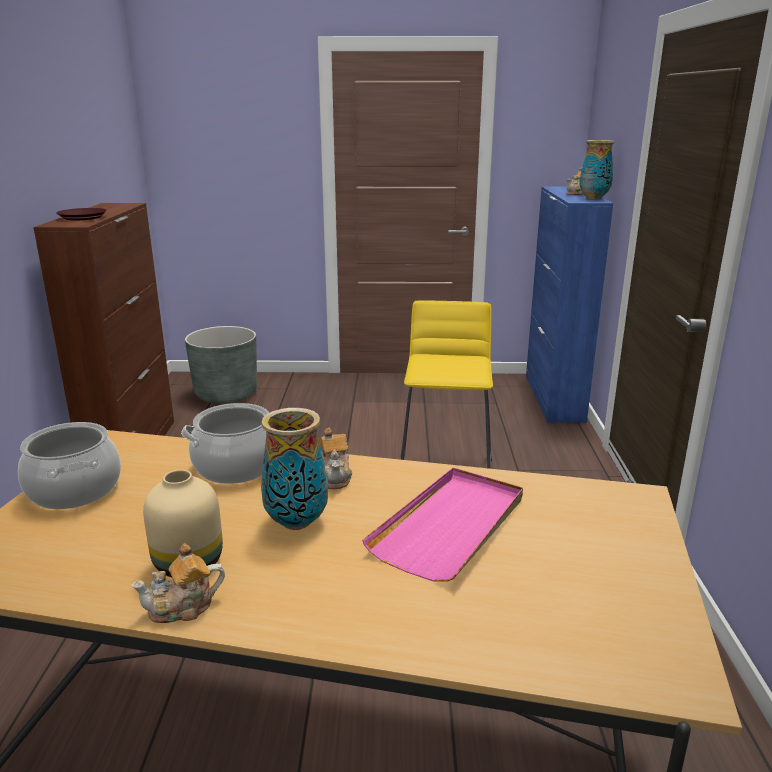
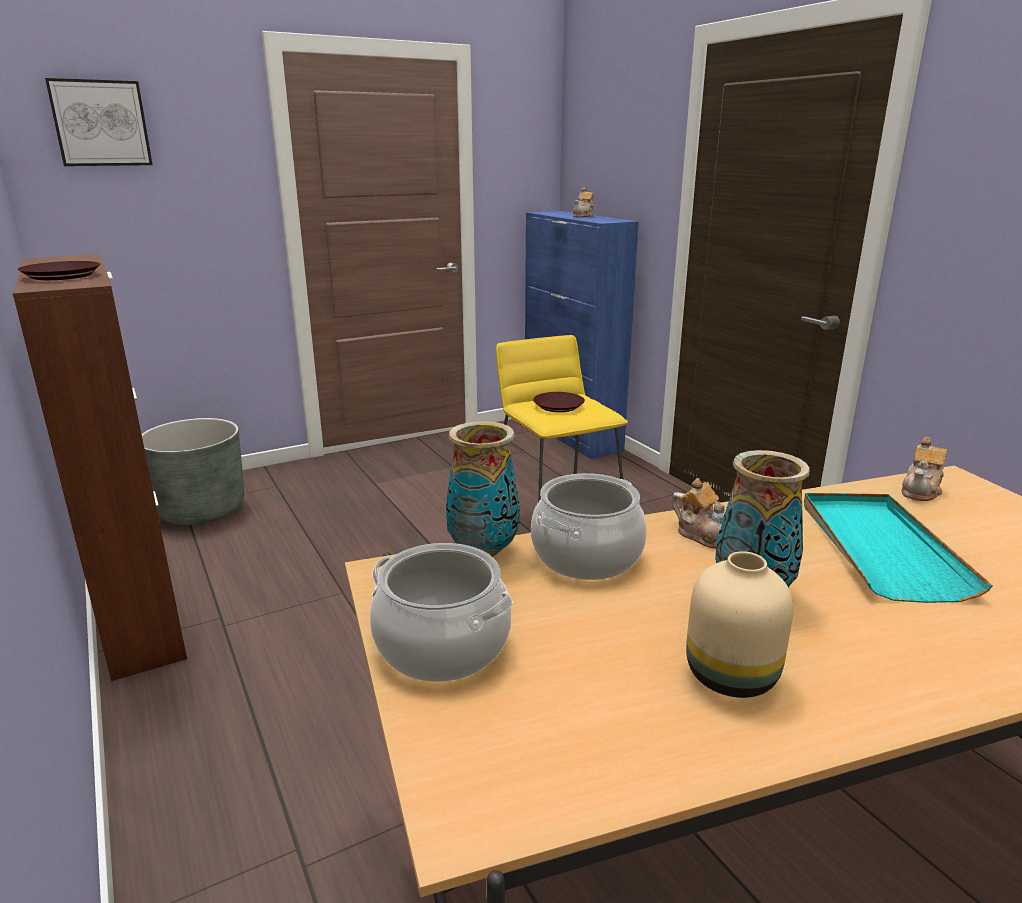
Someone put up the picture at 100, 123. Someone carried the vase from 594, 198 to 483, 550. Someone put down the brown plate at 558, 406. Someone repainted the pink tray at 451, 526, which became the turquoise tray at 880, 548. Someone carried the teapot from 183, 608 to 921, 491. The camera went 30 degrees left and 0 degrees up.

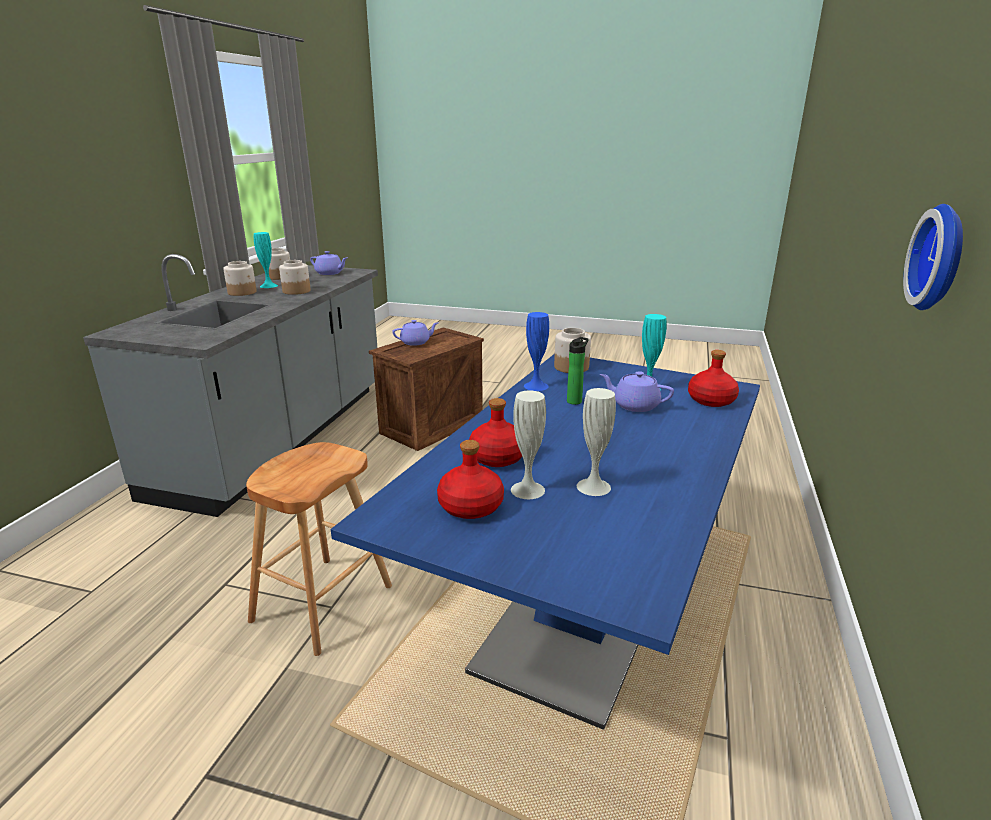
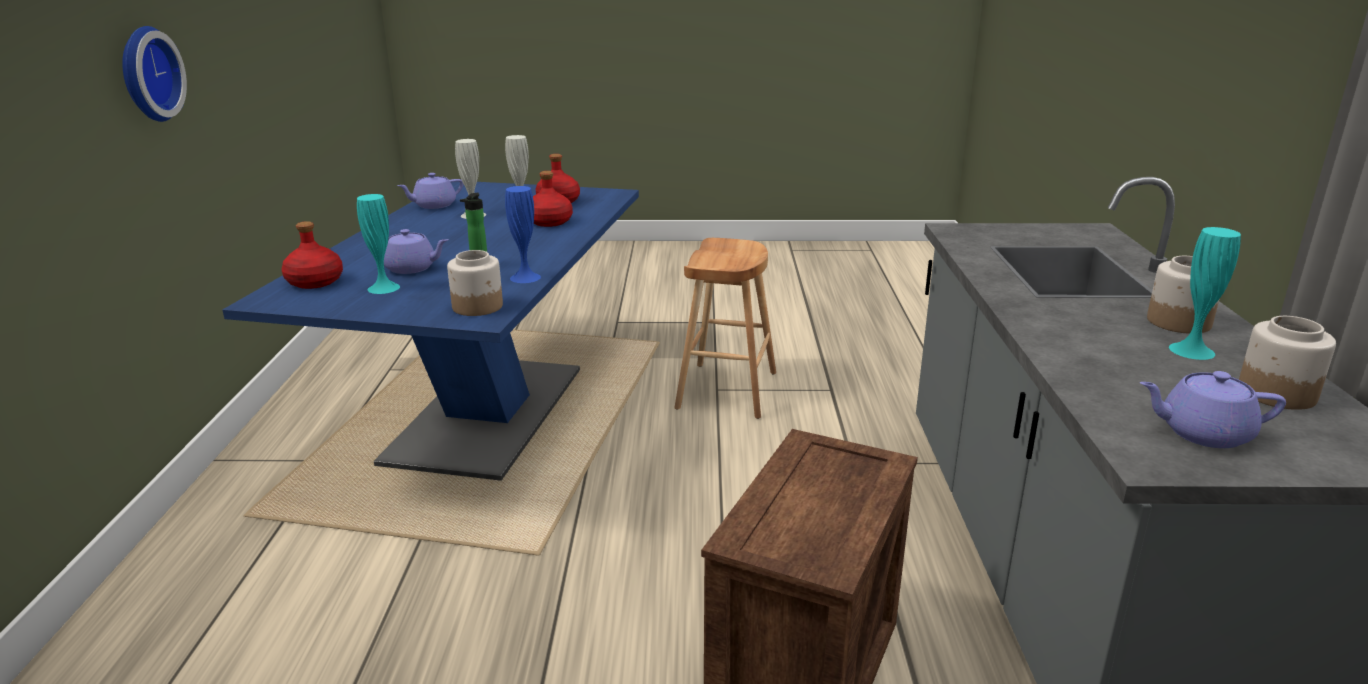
Someone carried the purple teapot from 416, 342 to 434, 205. Someone took away the jar at 296, 291. The camera went 165 degrees right and 0 degrees up.

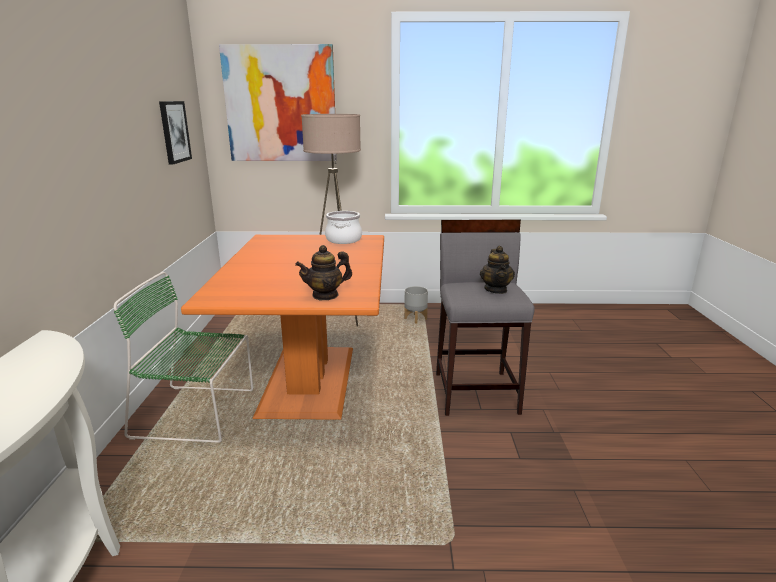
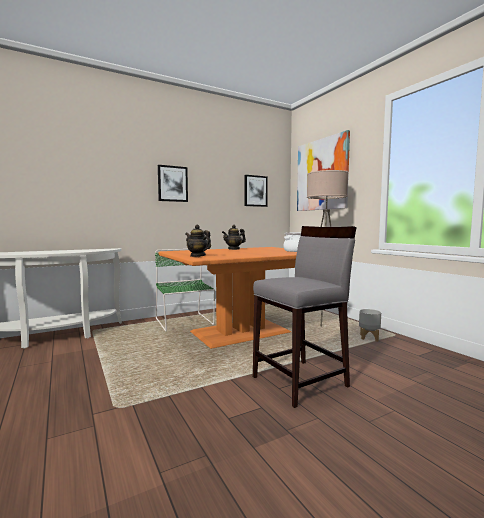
Someone put up the picture at 172, 184. Someone carried the teapot from 496, 290 to 234, 249. The camera went 60 degrees right and 15 degrees down.

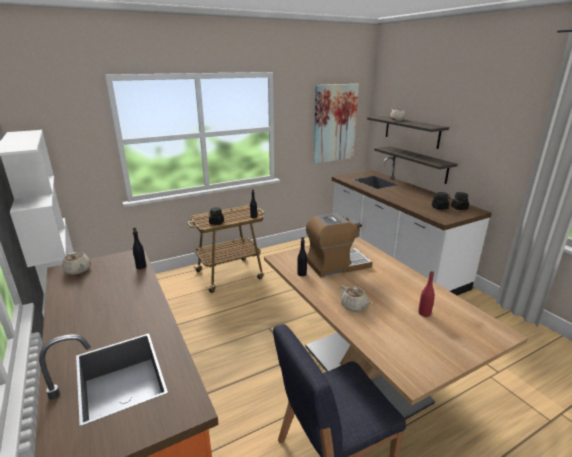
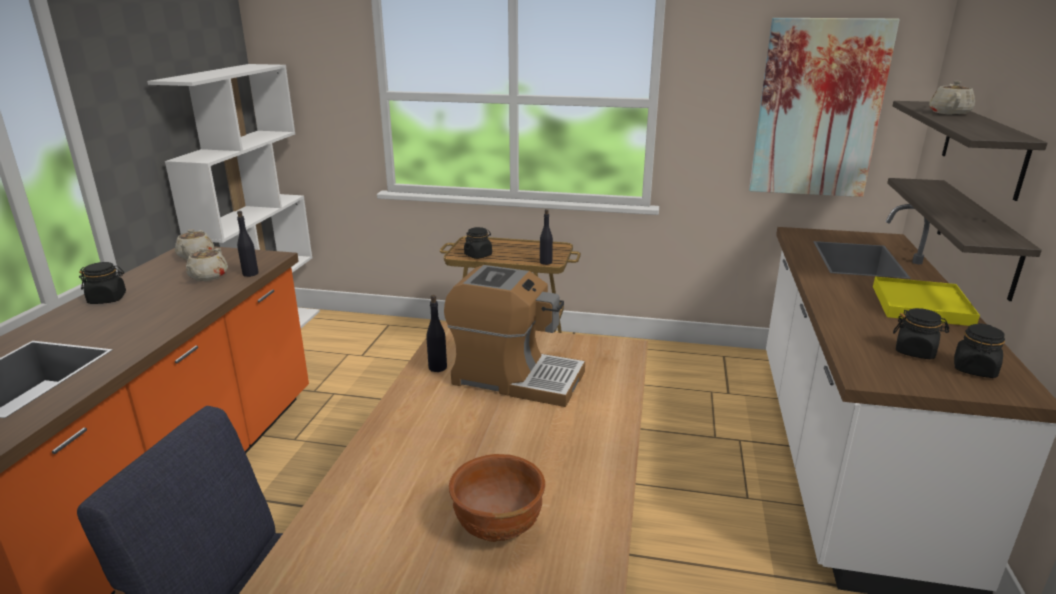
Someone put down the black jar at 108, 299. Someone carried the beige teapot from 354, 306 to 208, 276. Someone swapped the red bottle at 424, 313 for the brown bowl at 498, 526. Someone put down the yellow tray at 920, 305. The camera went 40 degrees right and 0 degrees up.

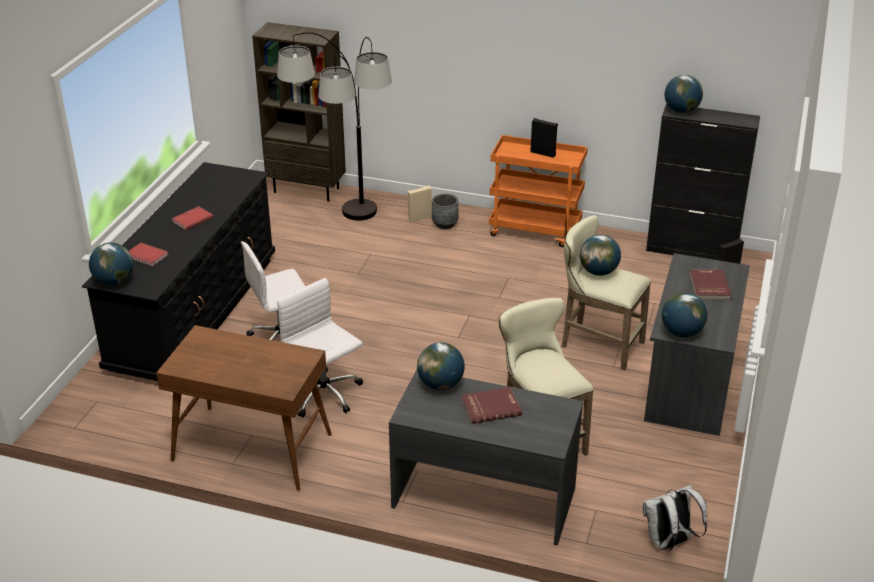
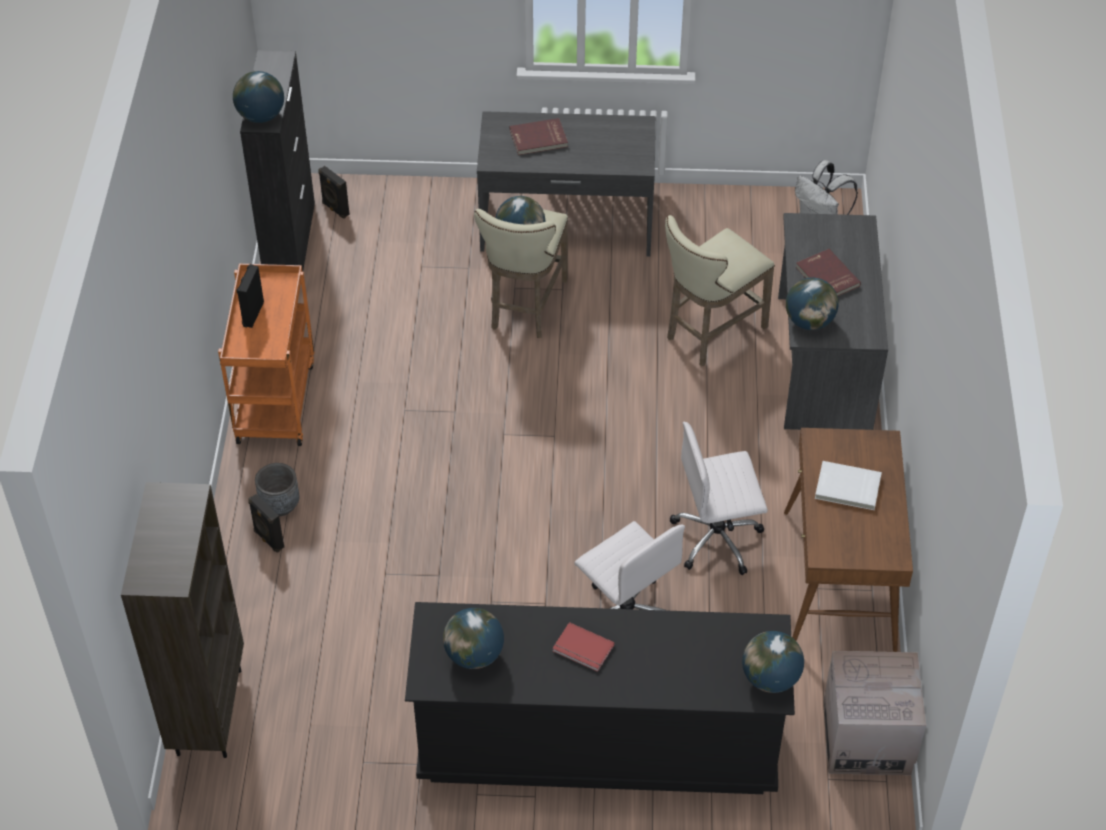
Someone repainted the beige speaker at 419, 218, which became the black speaker at 268, 539. Someone carried the globe from 682, 333 to 474, 655. Someone rotated the white office chair at 325, 395 by 45 degrees clockwise. Someone put down the white book at 847, 488. Someone put down the cardboard box at 867, 738. Someone took away the red book at 146, 256. Someone took away the floor lamp at 349, 234. The camera went 105 degrees left and 15 degrees up.

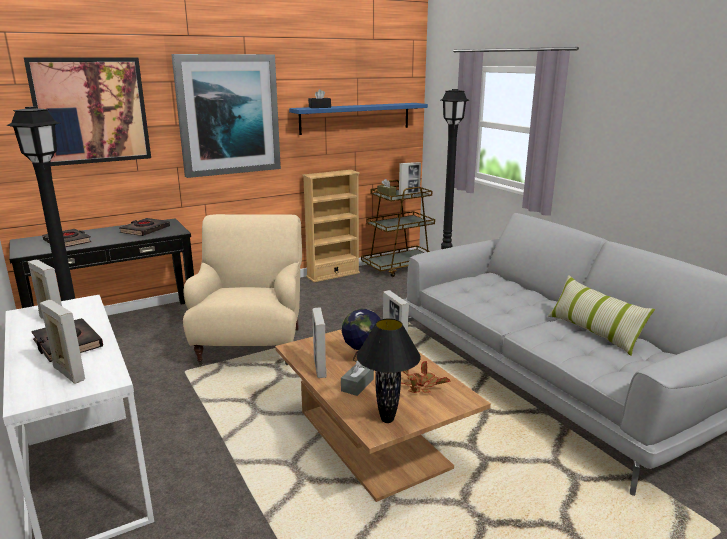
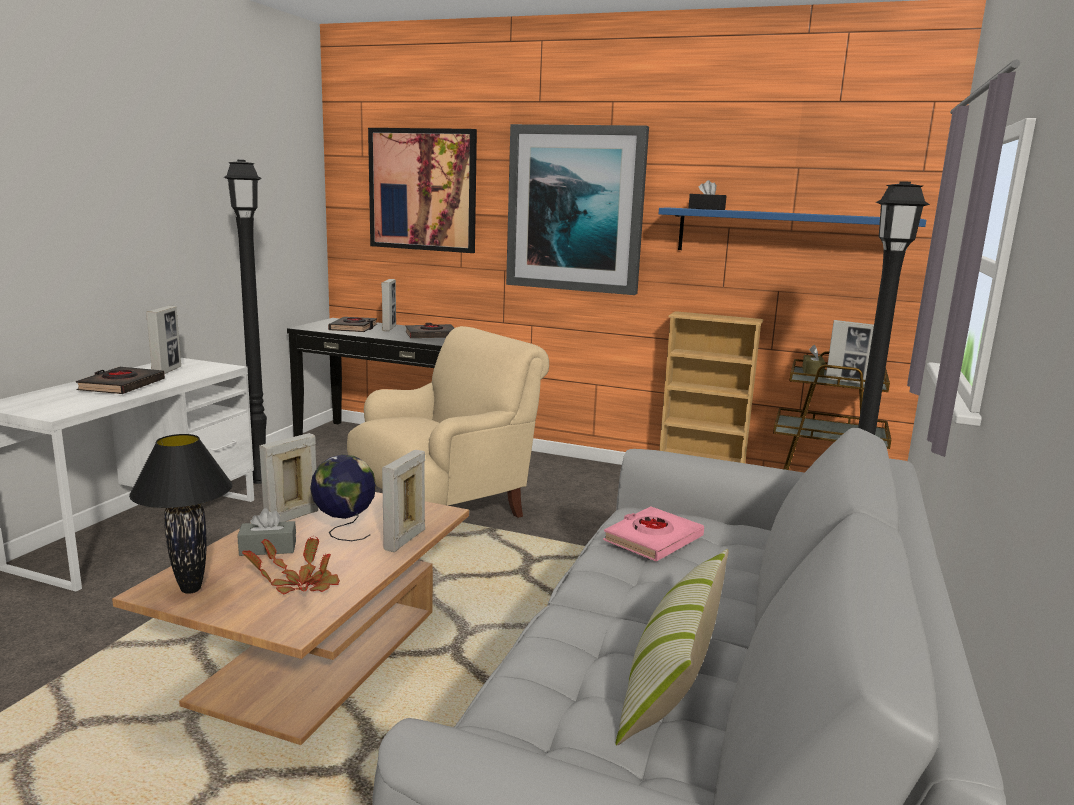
Someone carried the picture frame from 69, 373 to 389, 328. Someone put down the pink book at 652, 540. The camera went 50 degrees right and 5 degrees down.

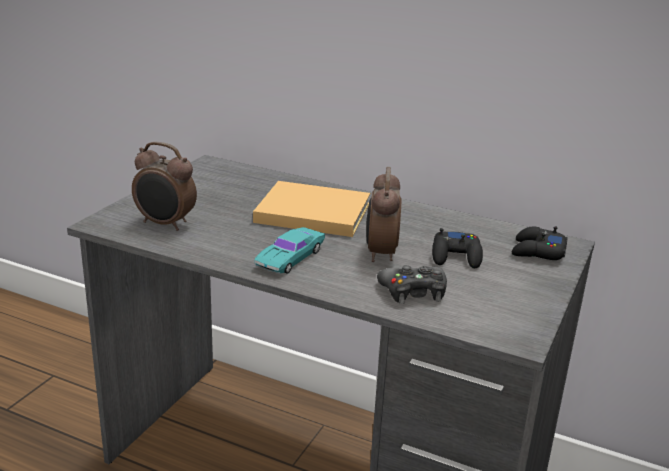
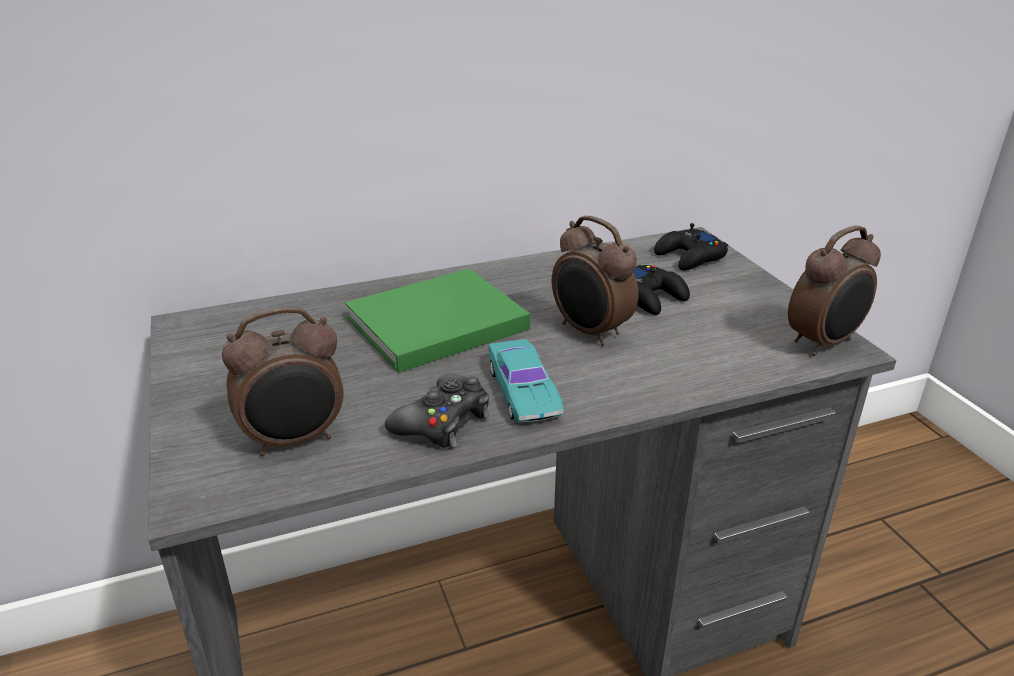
Someone repainted the beige book at 309, 212, which became the green book at 432, 325. Someone carried the black game controller from 413, 292 to 443, 422. Someone put down the alarm clock at 824, 343. The camera went 45 degrees left and 5 degrees up.

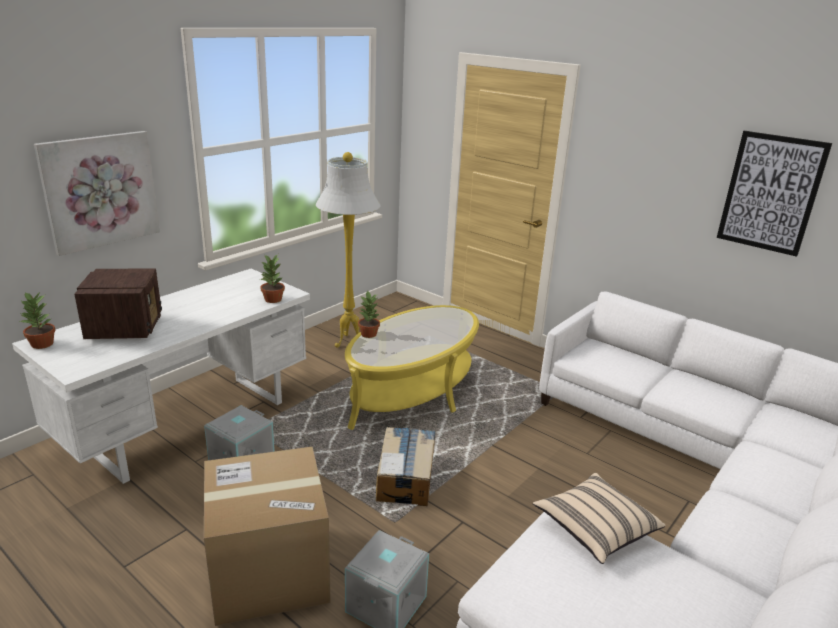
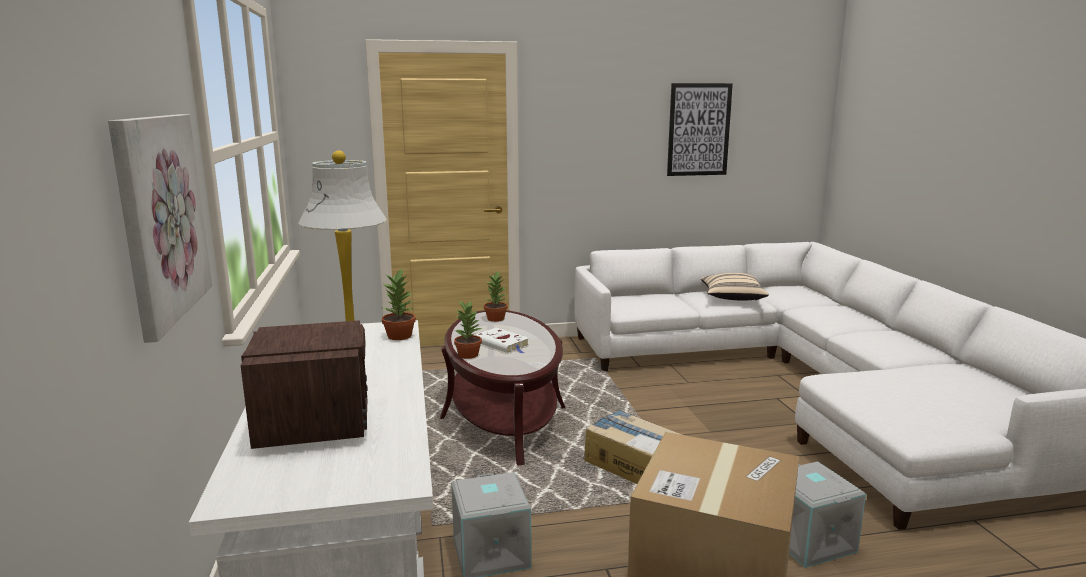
Someone rotated the radio at 126, 327 by 45 degrees clockwise. Someone repainted the yellow coffee table at 413, 392, which became the brown coffee table at 503, 413. Someone put down the white book at 503, 344. Someone carried the potted plant from 42, 344 to 496, 319. Someone carried the beige pillow from 595, 529 to 731, 298. The camera went 50 degrees left and 10 degrees down.

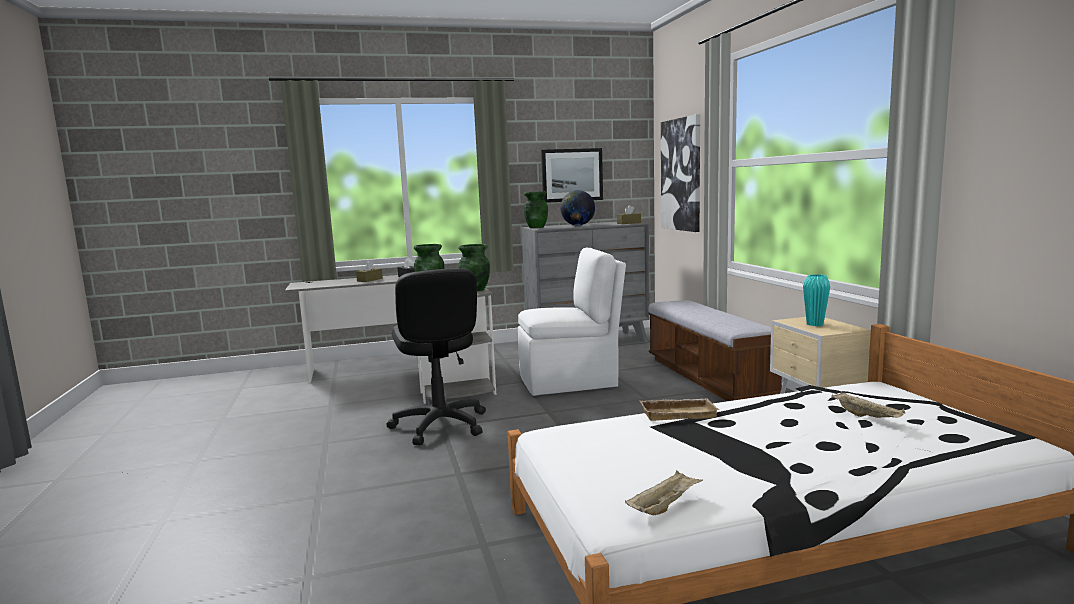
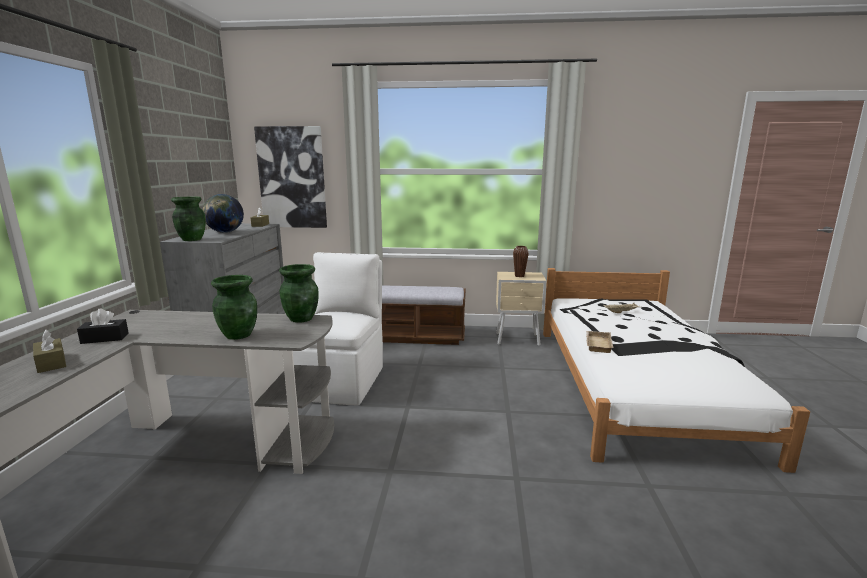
Someone repainted the turquoise vase at 814, 324, which became the brown vase at 519, 276. Someone took away the black office chair at 439, 425. Someone took away the picture at 572, 175. Someone took away the beige tray at 664, 506. The camera went 70 degrees left and 5 degrees up.

